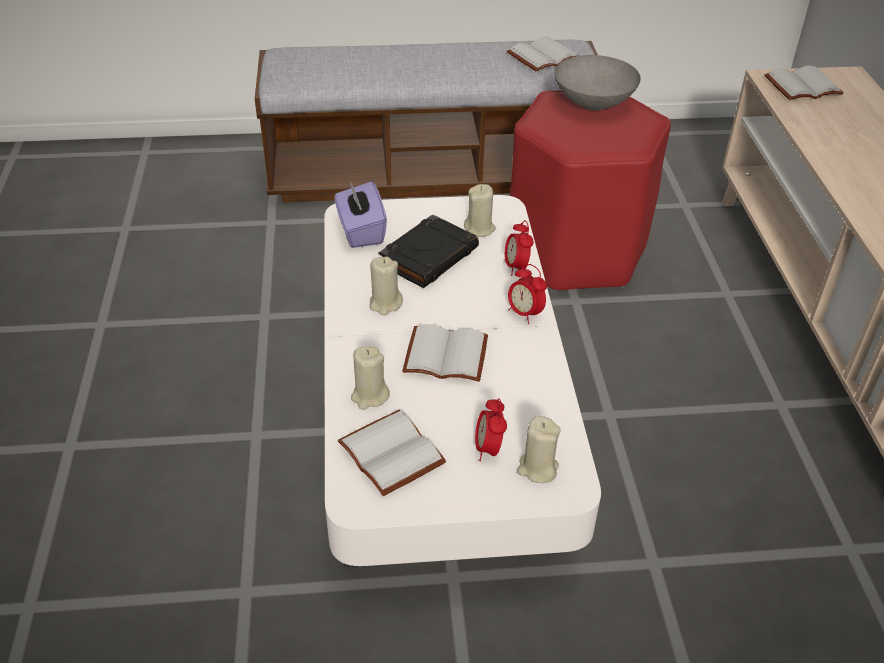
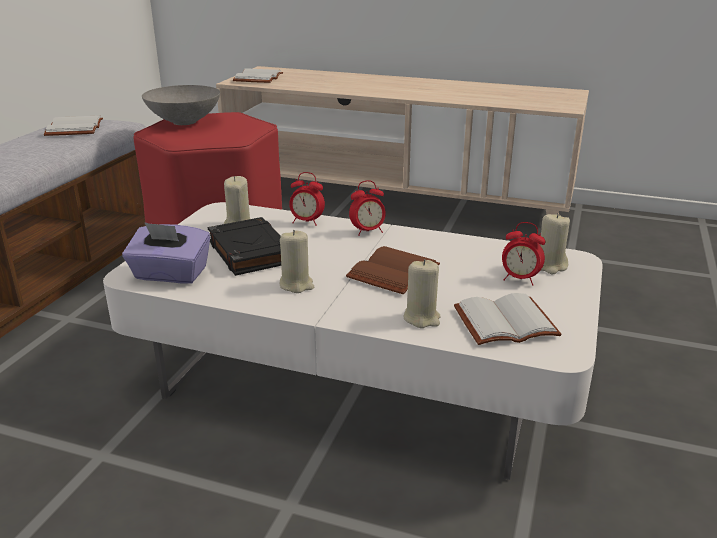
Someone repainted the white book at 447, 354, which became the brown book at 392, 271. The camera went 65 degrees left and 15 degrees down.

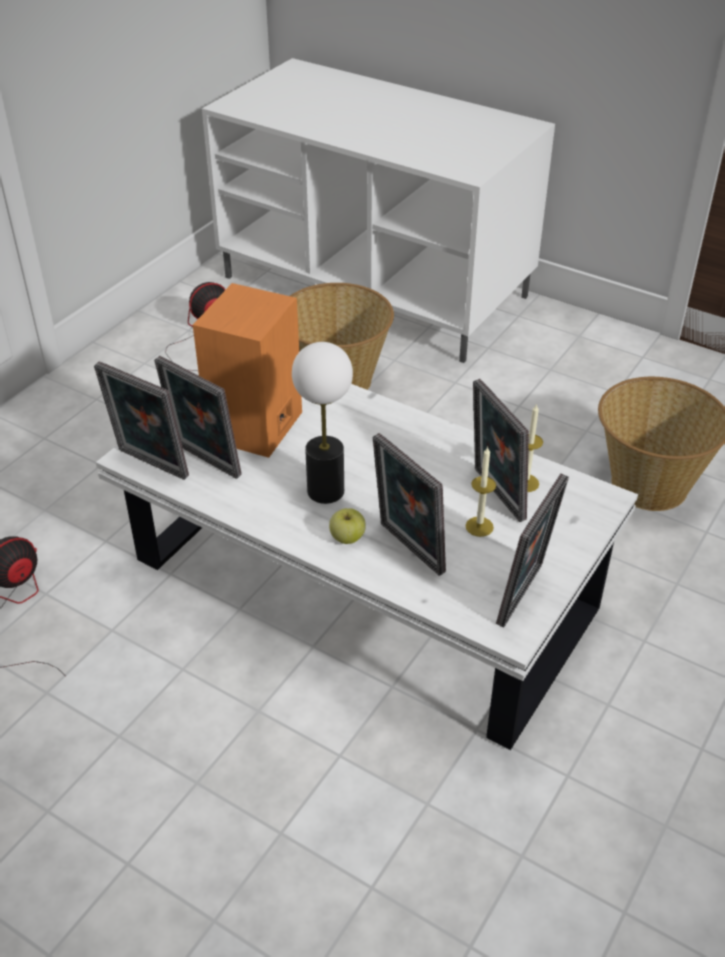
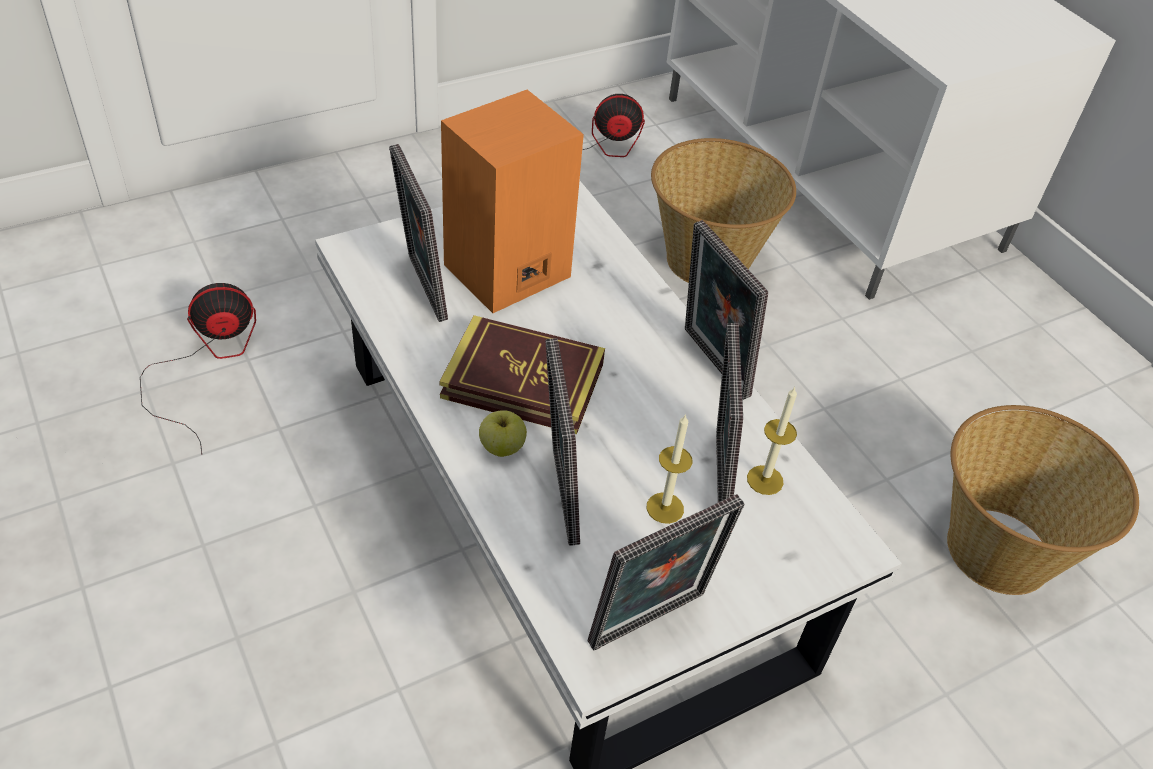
Someone swapped the table lamp at 326, 491 for the book at 523, 381. Someone carried the picture frame from 150, 466 to 710, 364. The camera went 25 degrees right and 5 degrees up.

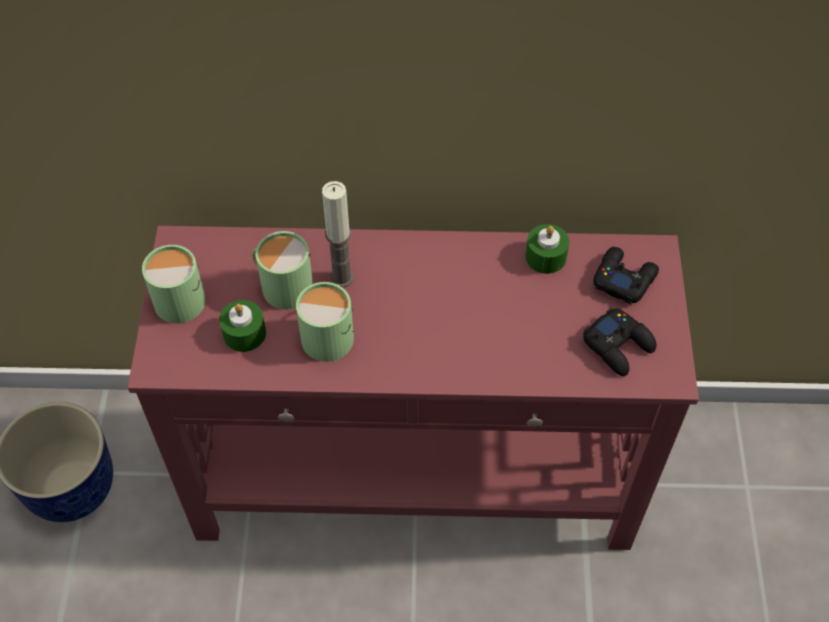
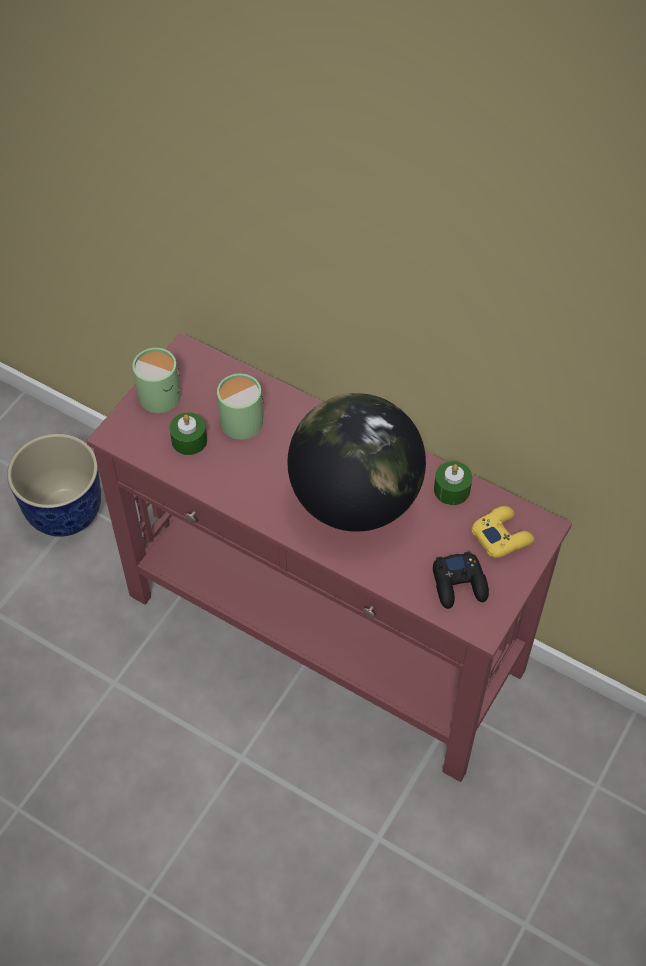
Someone put down the globe at 355, 499. Someone repainted the black game controller at 623, 278, which became the yellow game controller at 501, 535. Someone took away the green mug at 329, 333. Someone took away the candle at 342, 277. The camera went 30 degrees right and 0 degrees up.

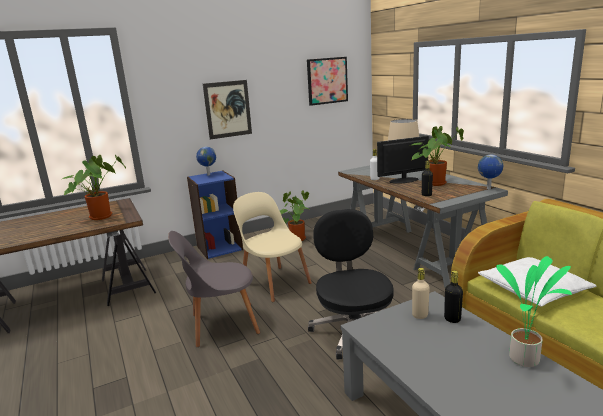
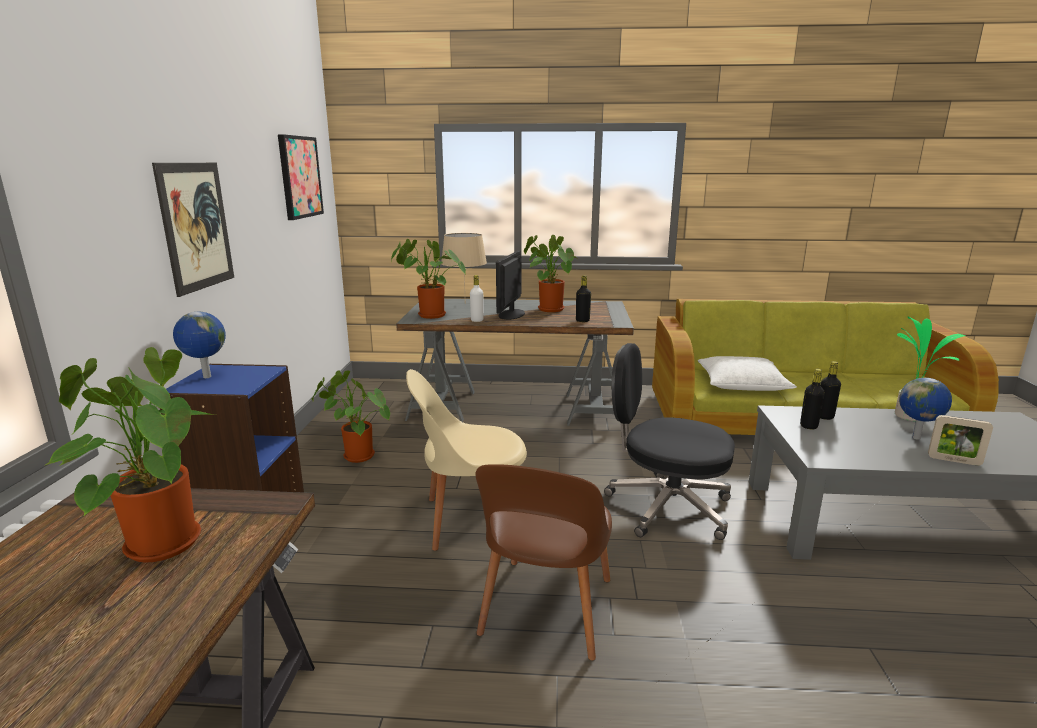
Someone put down the potted plant at 428, 315. Someone repainted the grey chair at 221, 325, which became the brown chair at 545, 611. Someone repainted the beige bottle at 420, 315, which became the black bottle at 808, 426. Someone carried the globe from 488, 188 to 917, 438. Someone put down the picture frame at 954, 460. The camera went 60 degrees left and 0 degrees up.

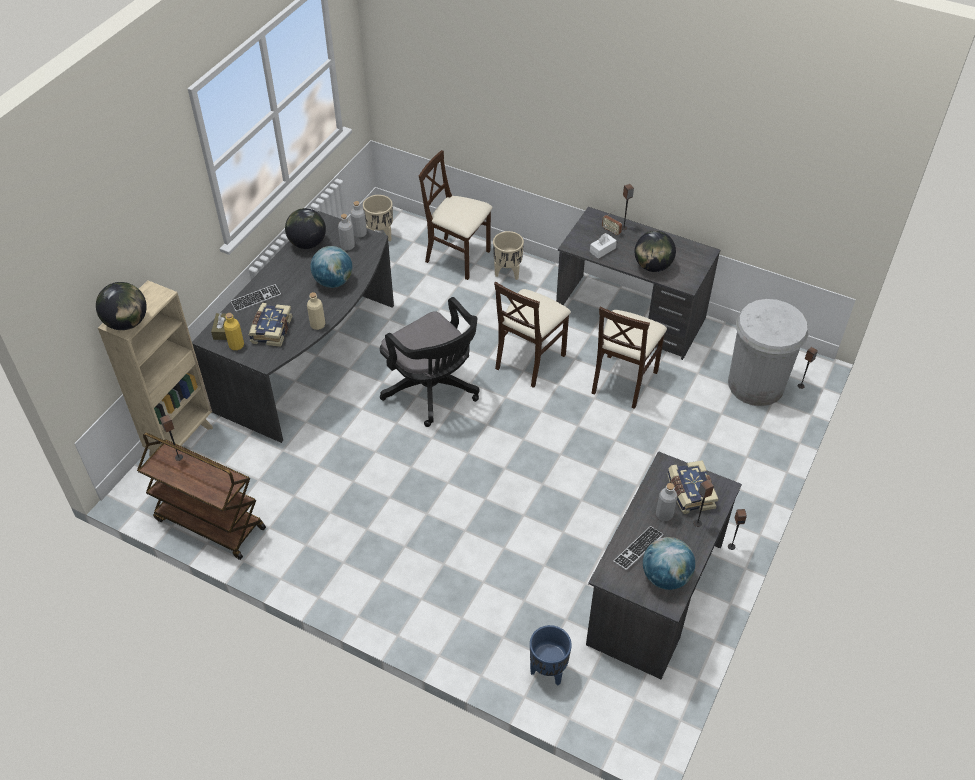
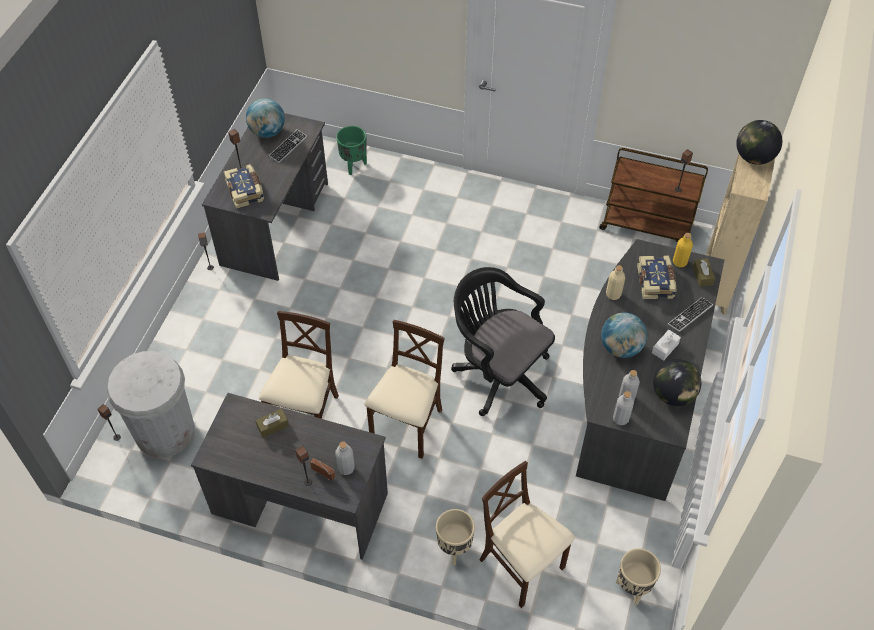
Someone swapped the globe at 652, 266 for the brown tissue box at 273, 426. Someone carried the grey bottle from 664, 515 to 346, 468. Someone repainted the blue planter at 548, 671, which became the green planter at 353, 165. Someone rotated the beige chair at 458, 257 by 150 degrees counterclockwise. Someone carried the white tissue box from 602, 250 to 665, 348. The camera went 170 degrees right and 5 degrees up.

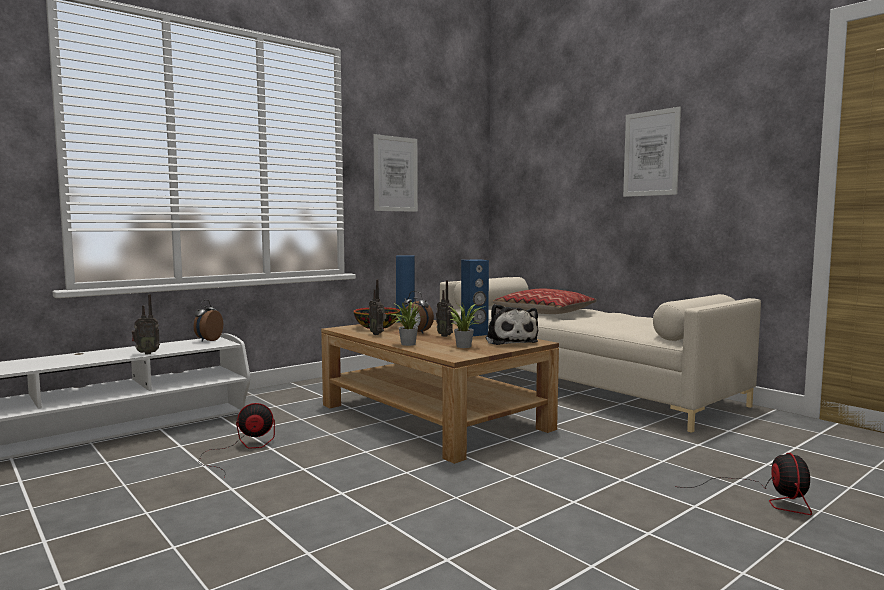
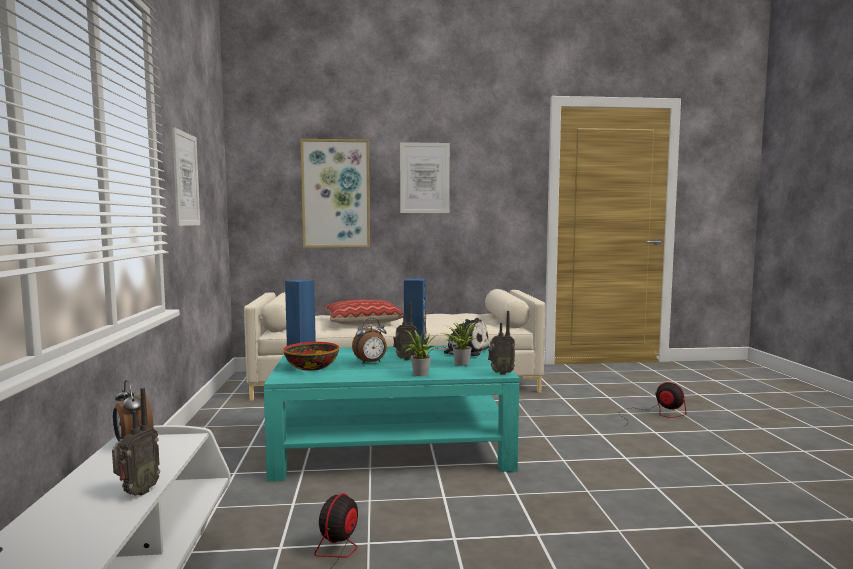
Someone repainted the brown coffee table at 433, 417, which became the turquoise coffee table at 393, 446. Someone put up the picture at 336, 194. Someone carried the radio from 377, 334 to 500, 373. The camera went 55 degrees left and 0 degrees up.

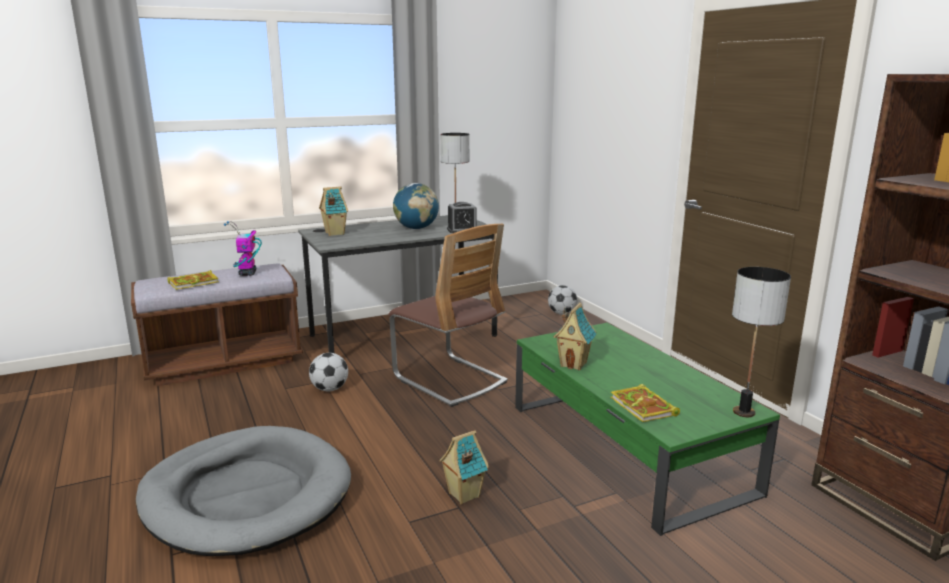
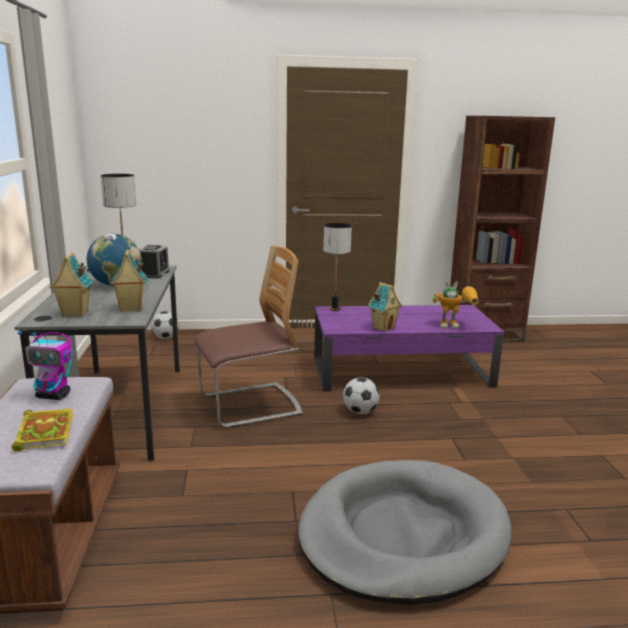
Someone carried the toy house from 463, 495 to 130, 309. Someone repainted the green coffee table at 627, 448, which became the purple coffee table at 402, 371. Someone carried the table lamp from 744, 412 to 335, 309. Someone carried the football from 330, 389 to 360, 412. Someone swapped the book at 644, 407 for the toy robot at 455, 325. The camera went 70 degrees left and 0 degrees up.

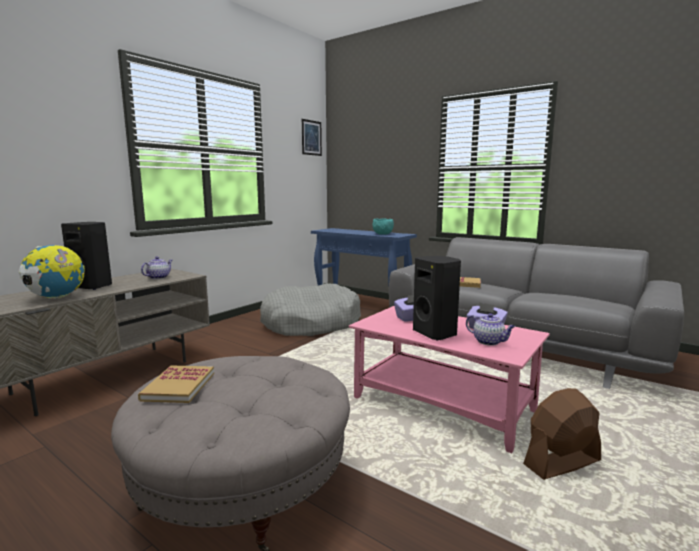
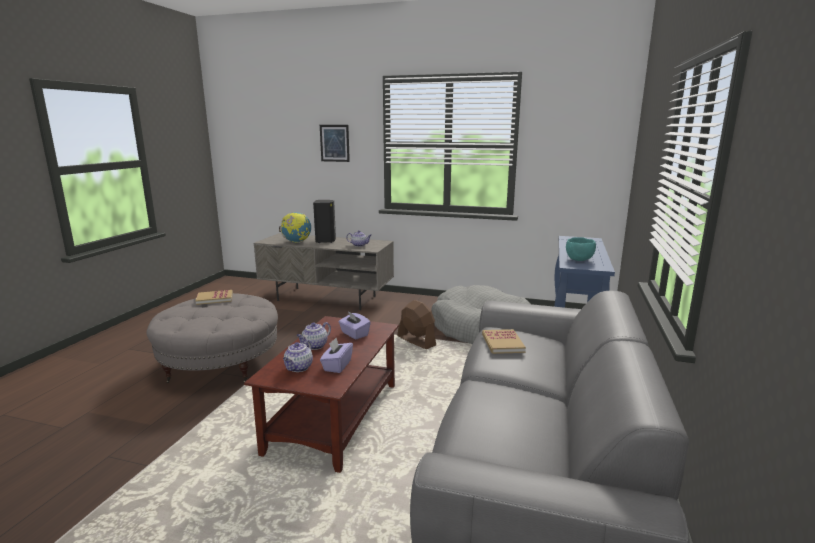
Someone repainted the pink coffee table at 444, 405, which became the brown coffee table at 334, 418. Someone swapped the black speaker at 436, 333 for the teapot at 314, 346. Someone carried the picture from 311, 137 to 334, 143. Someone carried the brown fan from 561, 463 to 416, 341. The camera went 70 degrees right and 5 degrees up.

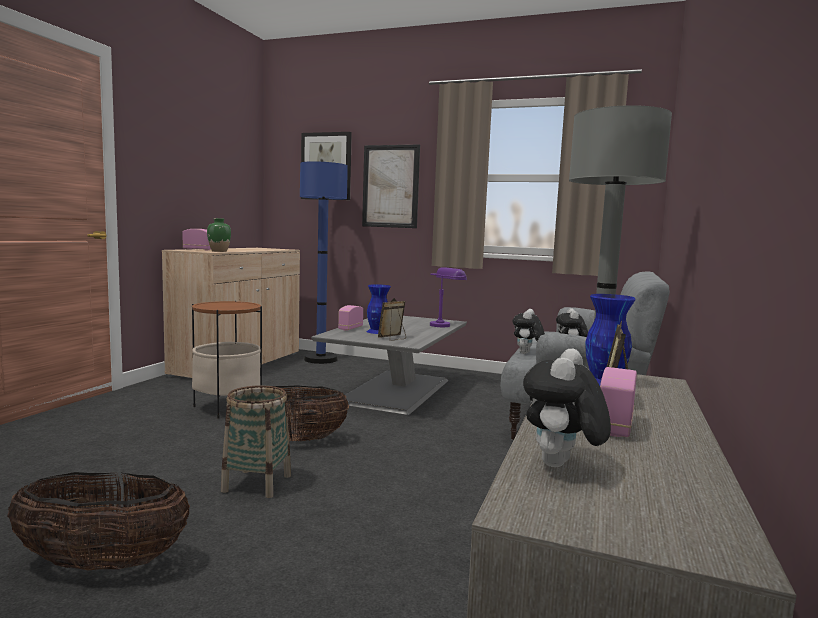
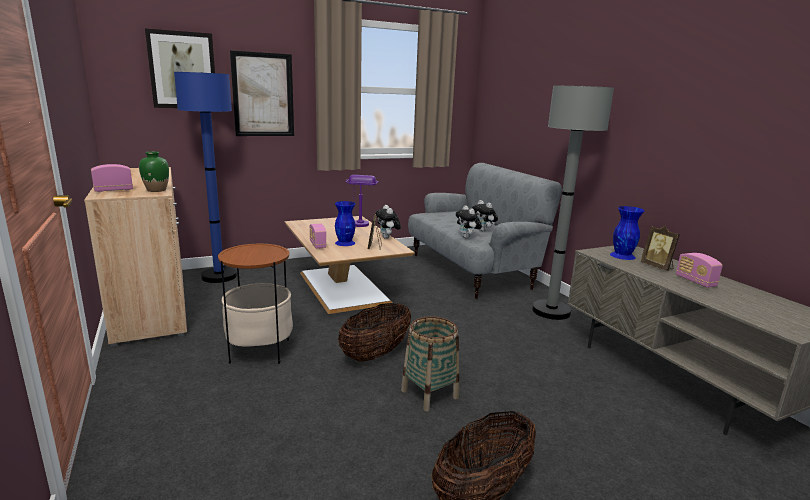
Someone repainted the grey coffee table at 395, 391, which became the brown coffee table at 344, 288. Someone carried the plush toy from 561, 466 to 387, 238. The camera went 45 degrees left and 10 degrees up.

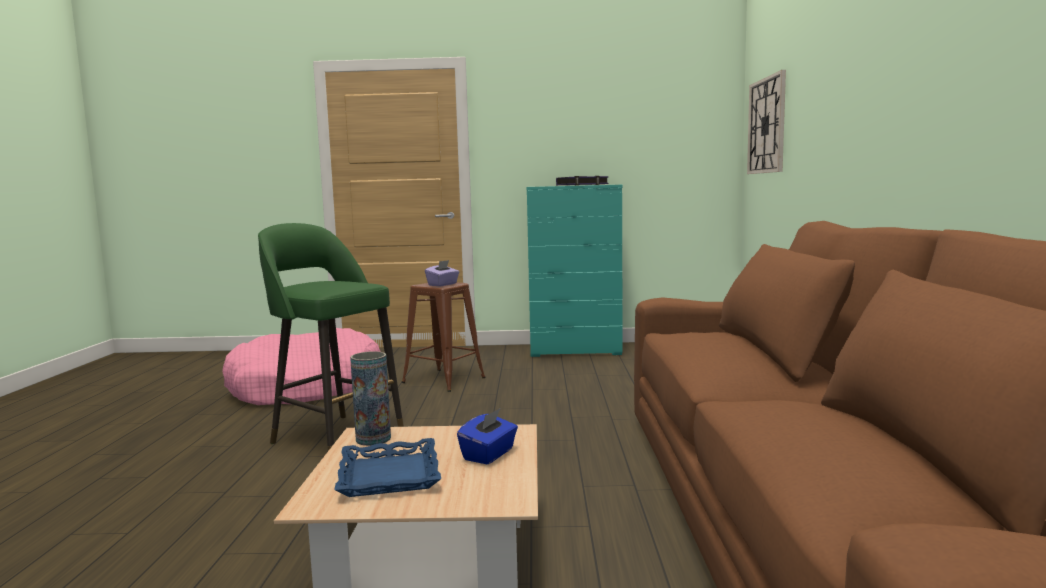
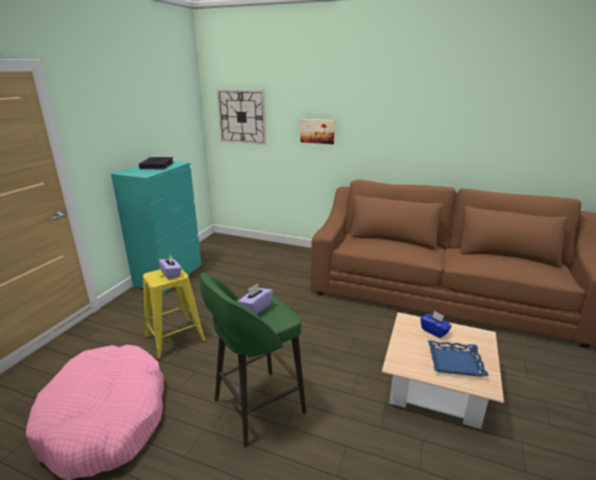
Someone repainted the brown stool at 443, 380, which became the yellow stool at 175, 339. Someone put down the purple tissue box at 256, 308. Someone put up the picture at 317, 131. Someone took away the vase at 373, 439. The camera went 70 degrees left and 15 degrees up.

